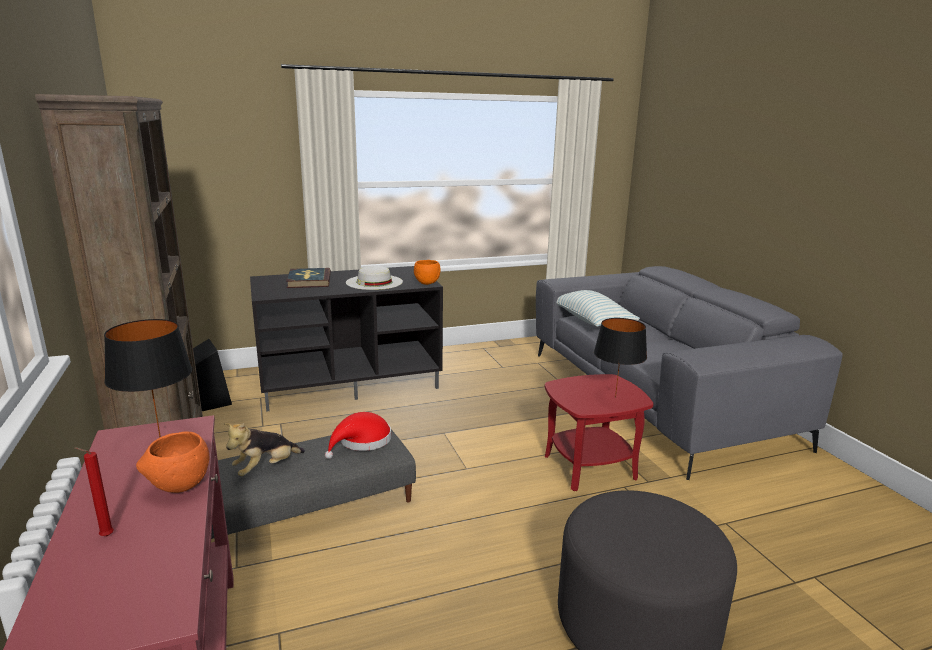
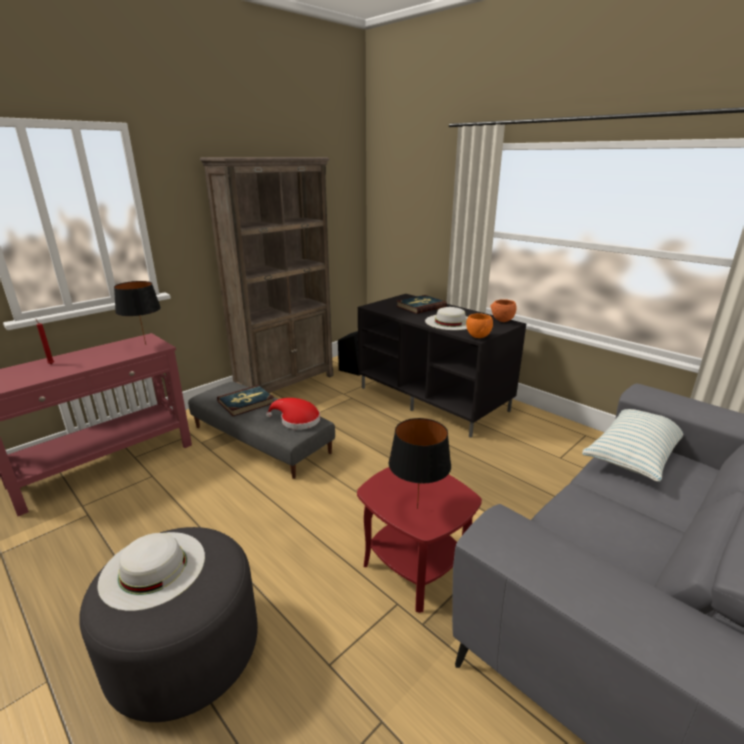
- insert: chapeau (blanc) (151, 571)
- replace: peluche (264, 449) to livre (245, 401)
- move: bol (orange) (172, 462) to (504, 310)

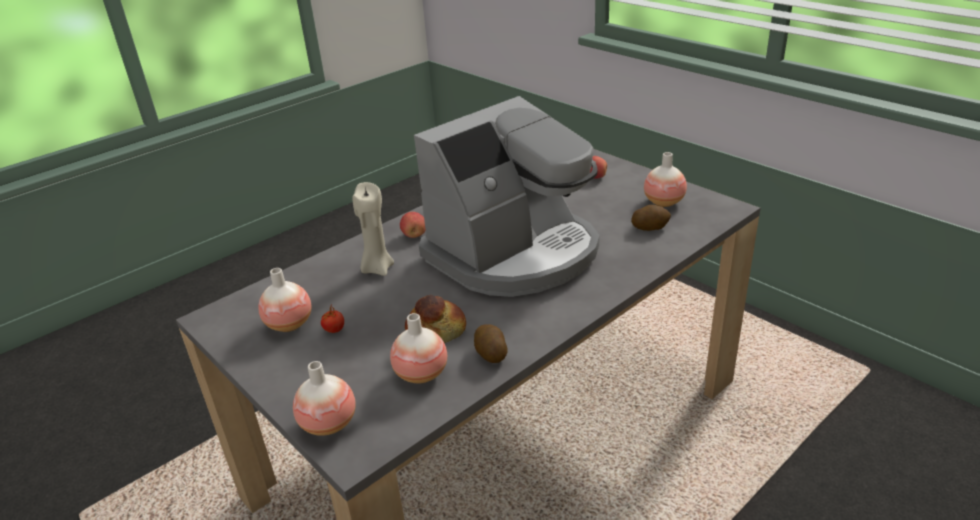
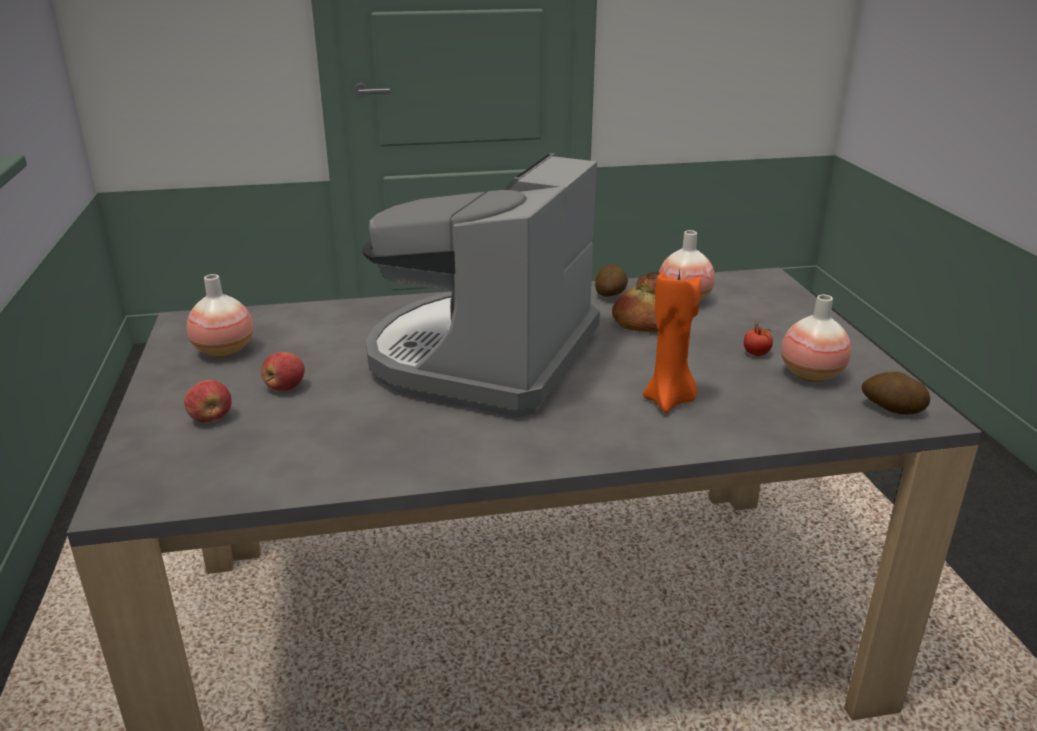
- move: pomme (413, 225) to (283, 372)
- rotate: machine à café (506, 196) = (481, 285) 60 degrees counterclockwise
- recolor: bougie (beige) (373, 229) to bougie (orange) (672, 341)
- move: pomme de terre (651, 218) to (896, 393)
- delete: vase (324, 398)

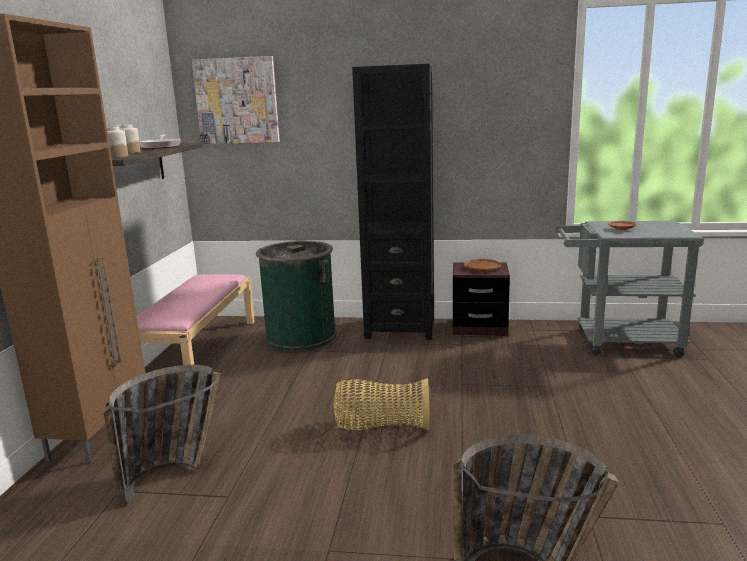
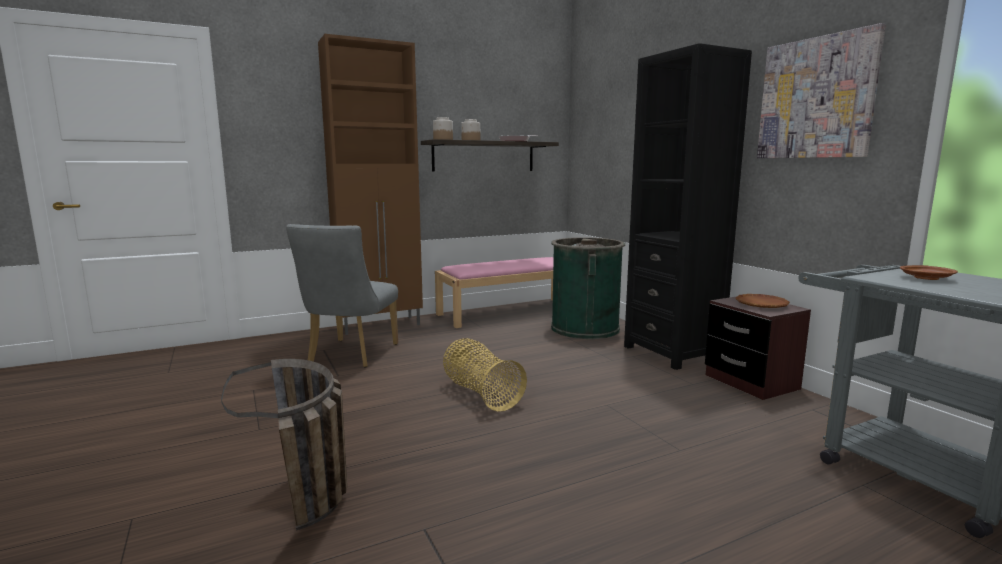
- replace: panier (162, 435) to chaise (gris) (342, 295)
- move: tableau (236, 100) to (821, 90)

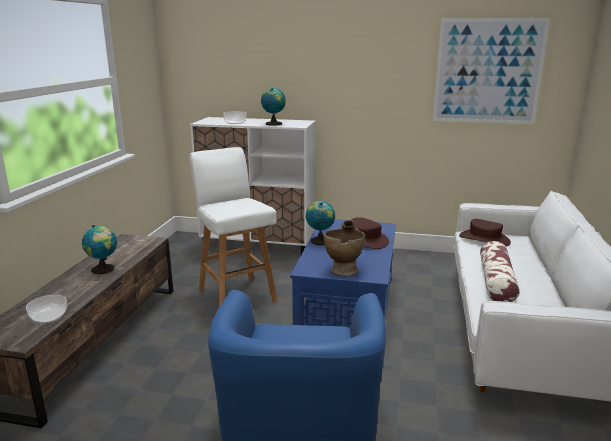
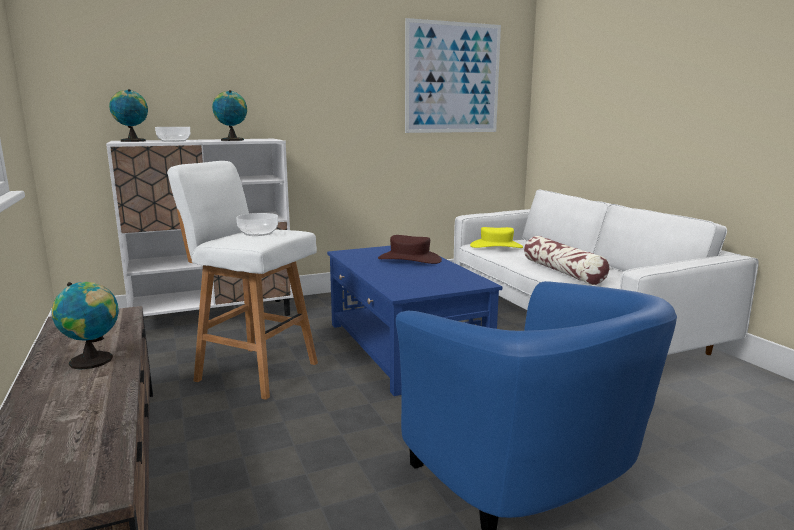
- move: globe (320, 223) to (128, 115)
- move: bol (46, 309) to (257, 224)
- recolor: chapeau (marron) (485, 233) to chapeau (jaune) (496, 237)
- delete: vase (beige) (344, 248)

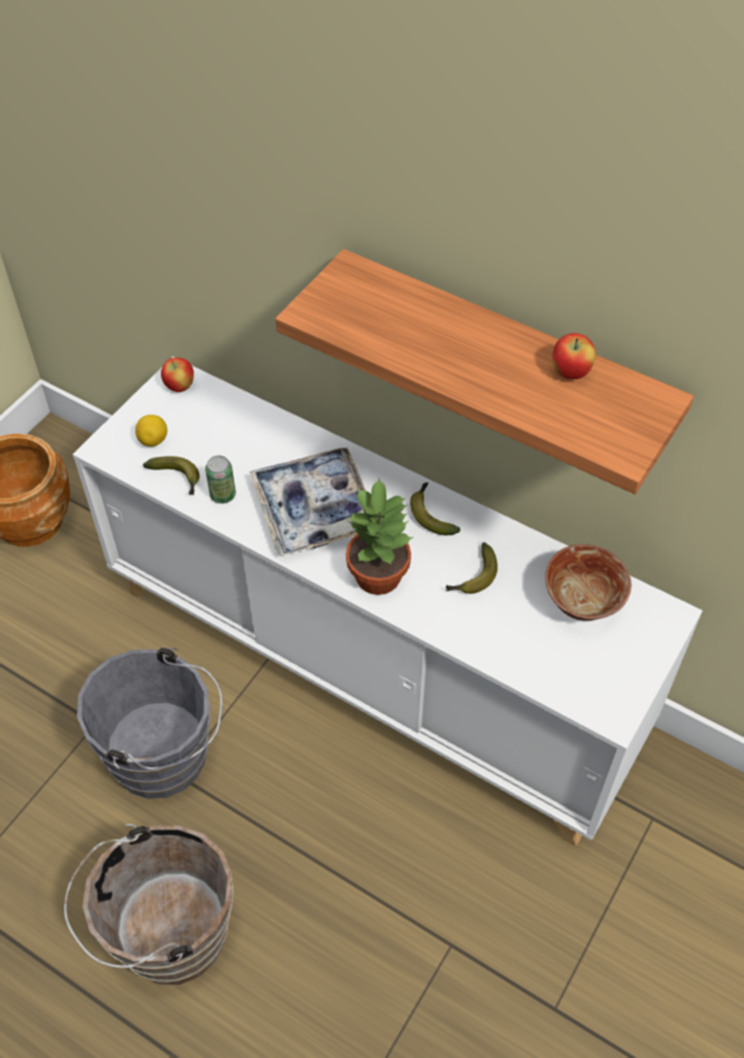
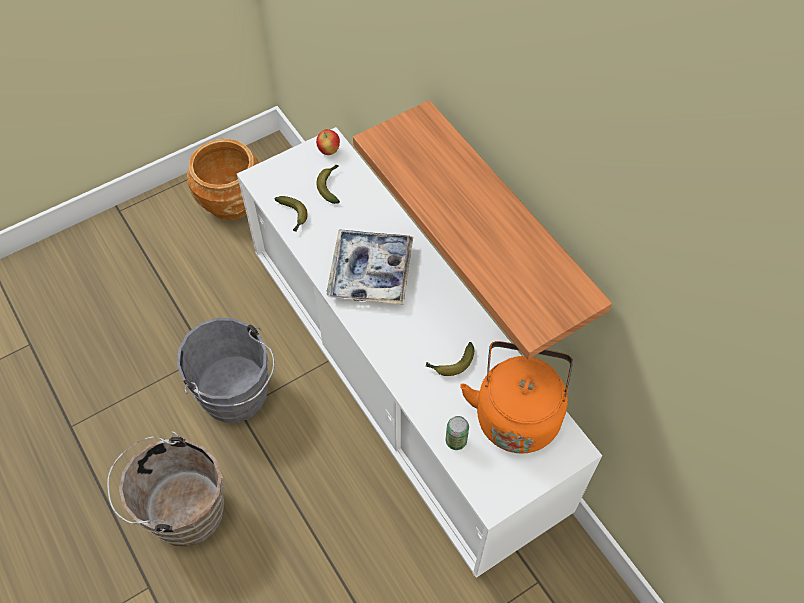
- move: banane (435, 508) to (328, 184)
- move: boîte métallique (220, 479) to (457, 433)
- replace: bol (588, 582) to bouilloire (orange) (516, 397)
- delete: citron (151, 431)
- delete: plante en pot (380, 536)
- delete: pomme (574, 356)

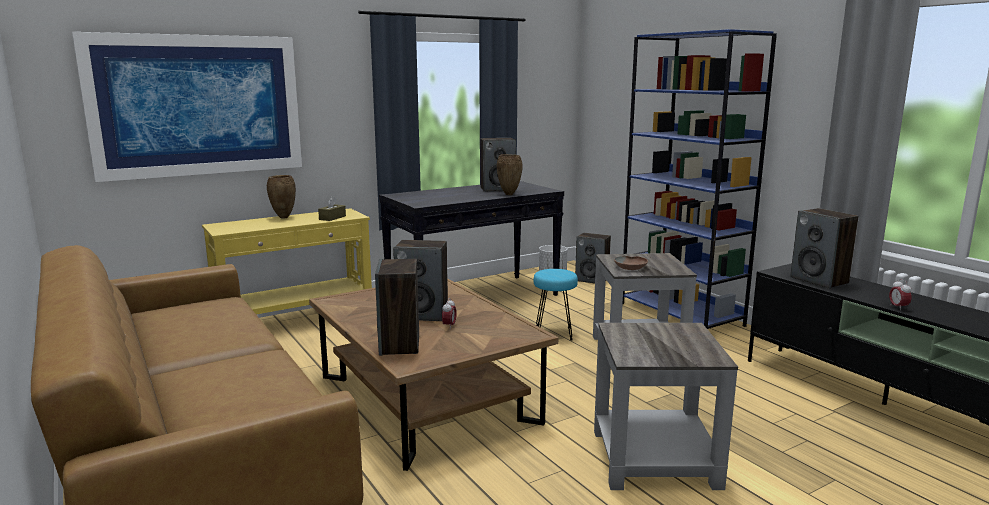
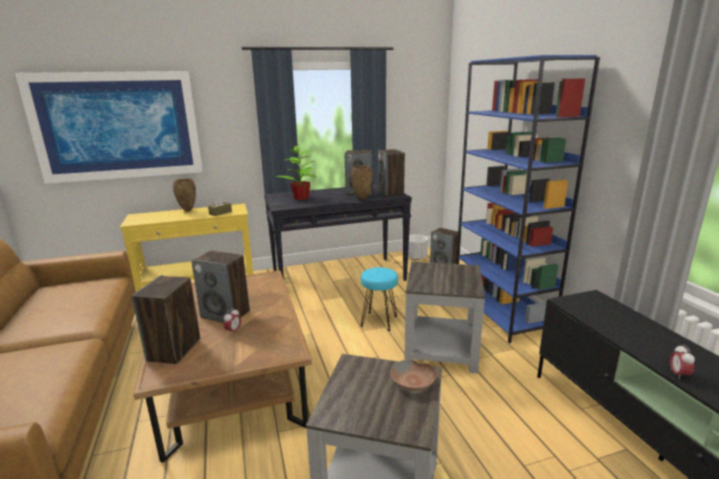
- insert: plante en pot (296, 173)
- move: enceinte (824, 248) to (391, 172)
- move: bol (marron) (631, 263) to (413, 375)

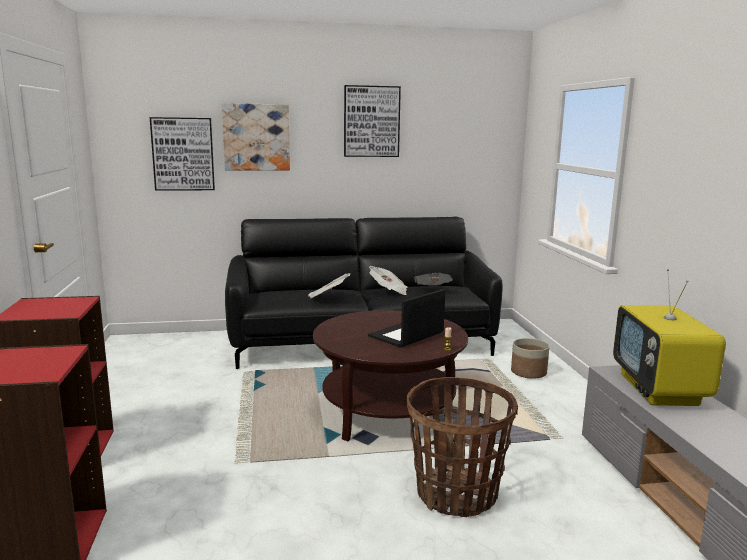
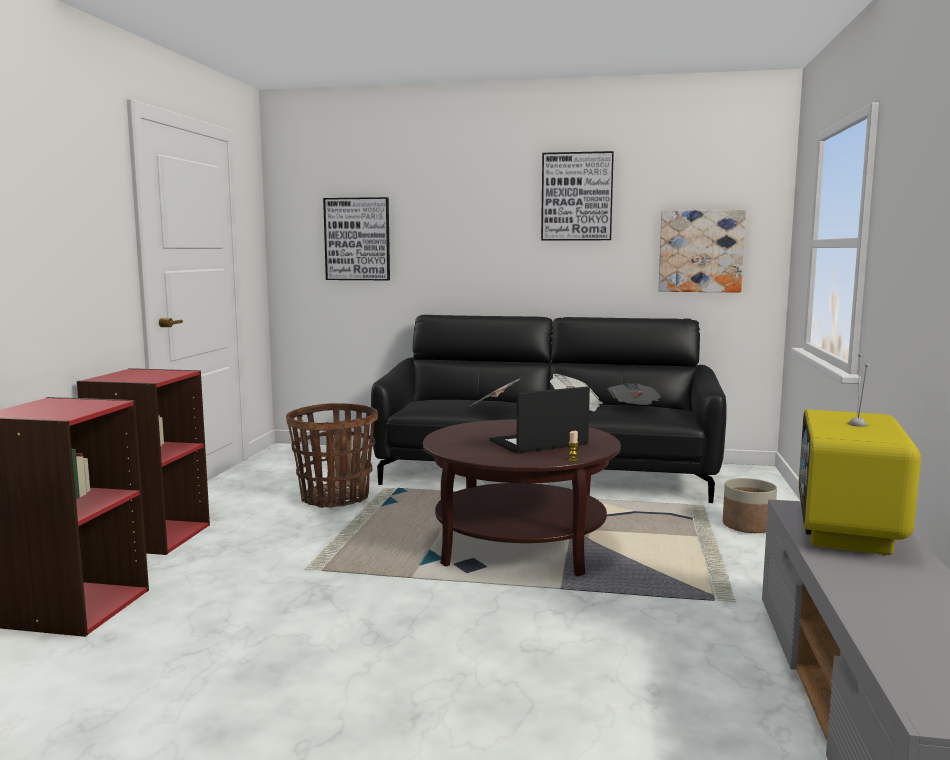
- move: panier (462, 447) to (332, 455)
- move: tableau (256, 137) to (702, 251)

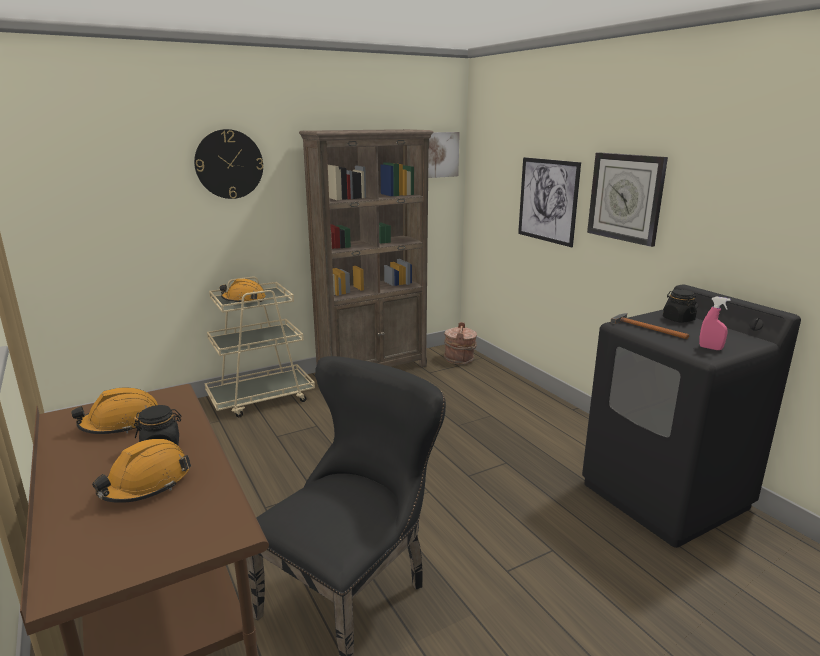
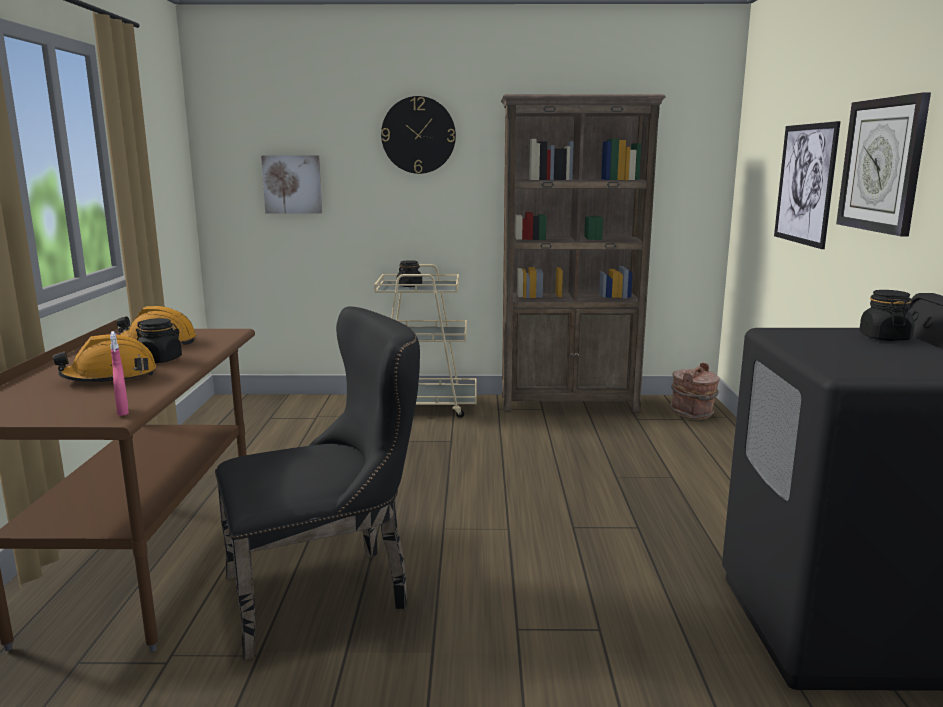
- move: vaporisateur (rose) (715, 323) to (119, 373)
- move: tableau (444, 155) to (291, 184)
- replace: casque de chantier (orange) (243, 290) to bocal (noir) (409, 273)
- delete: marteau (650, 326)

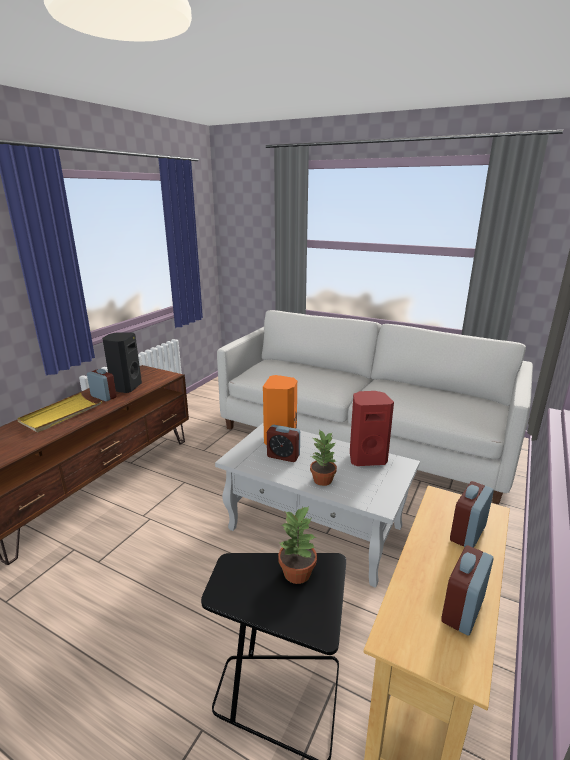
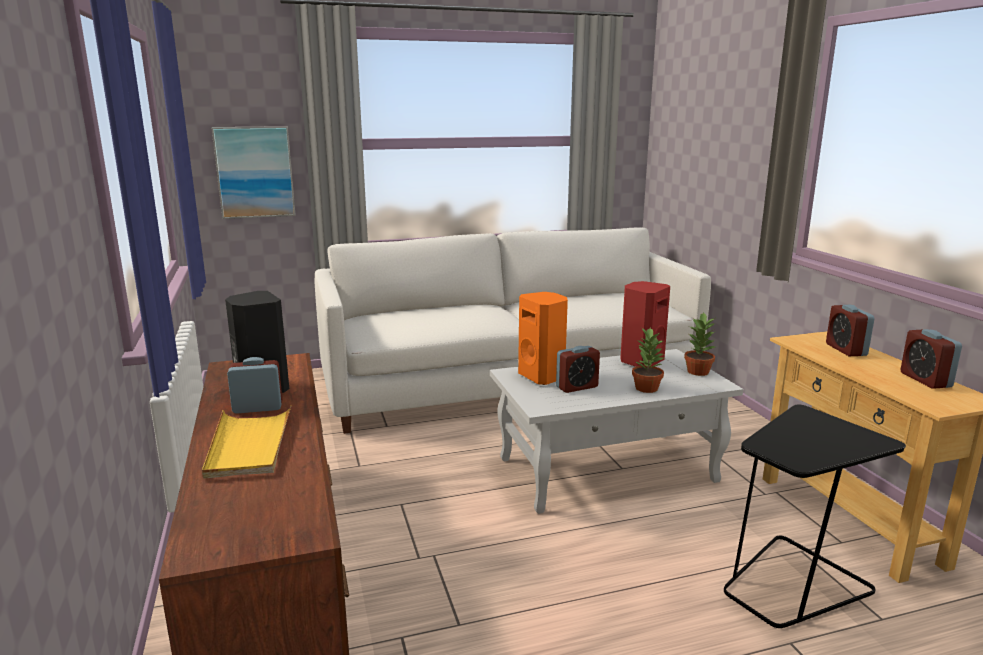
- insert: tableau (253, 172)
- move: plante en pot (297, 545) to (700, 344)

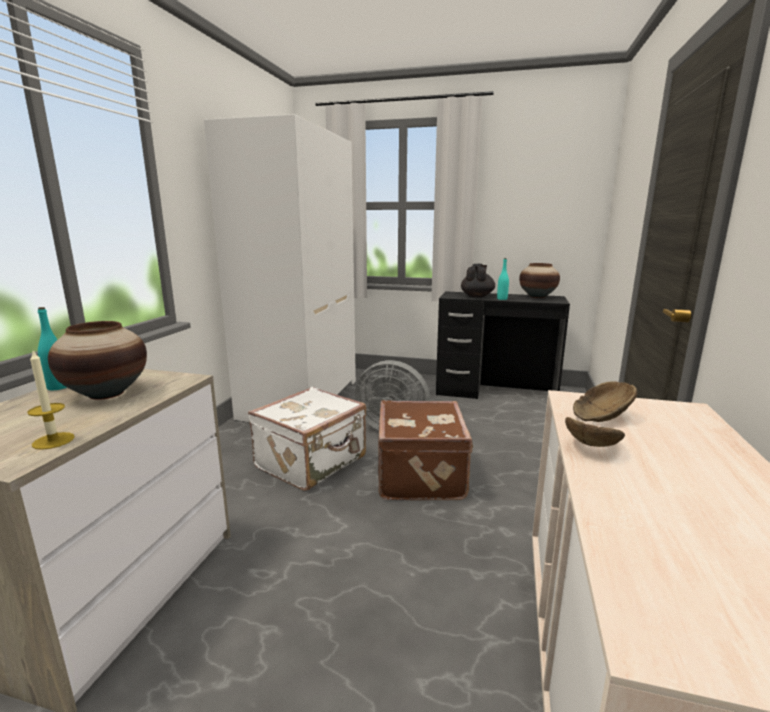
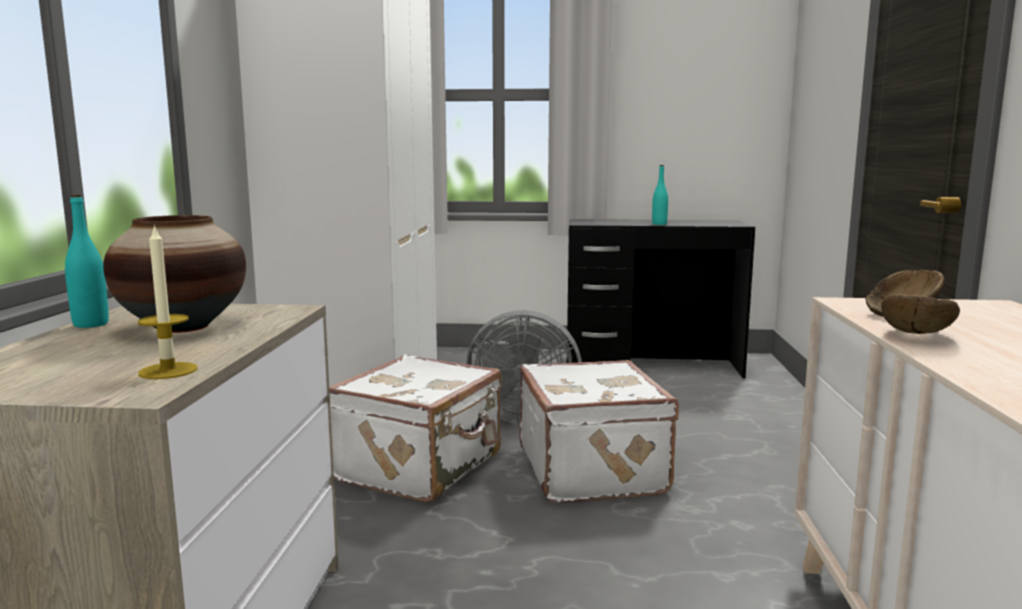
- recolor: valise (marron) (426, 450) to valise (blanc) (599, 431)
- delete: théière (noir) (478, 280)
- delete: vase (539, 280)

